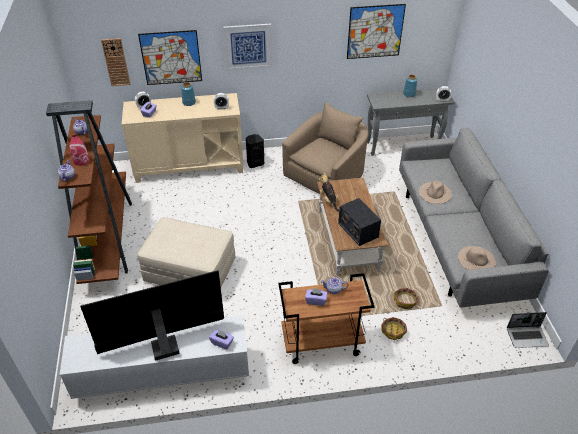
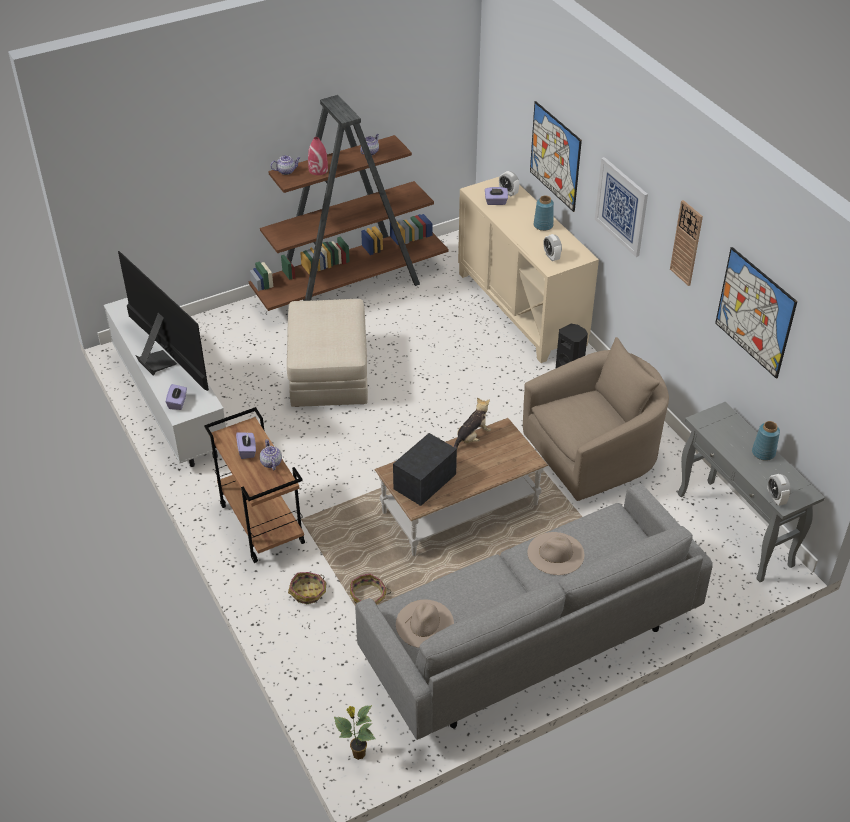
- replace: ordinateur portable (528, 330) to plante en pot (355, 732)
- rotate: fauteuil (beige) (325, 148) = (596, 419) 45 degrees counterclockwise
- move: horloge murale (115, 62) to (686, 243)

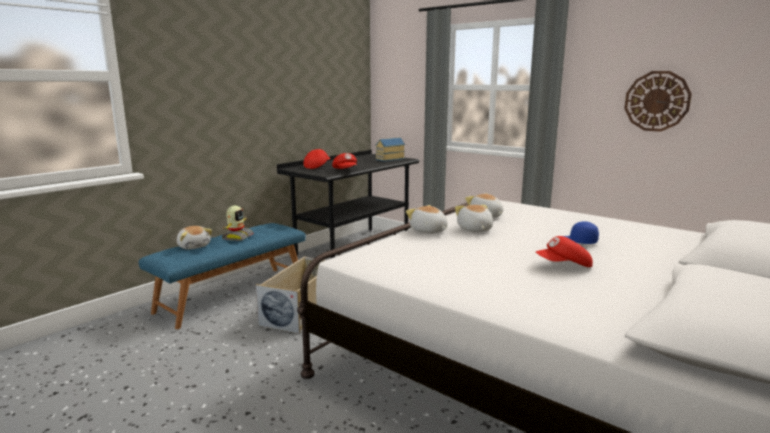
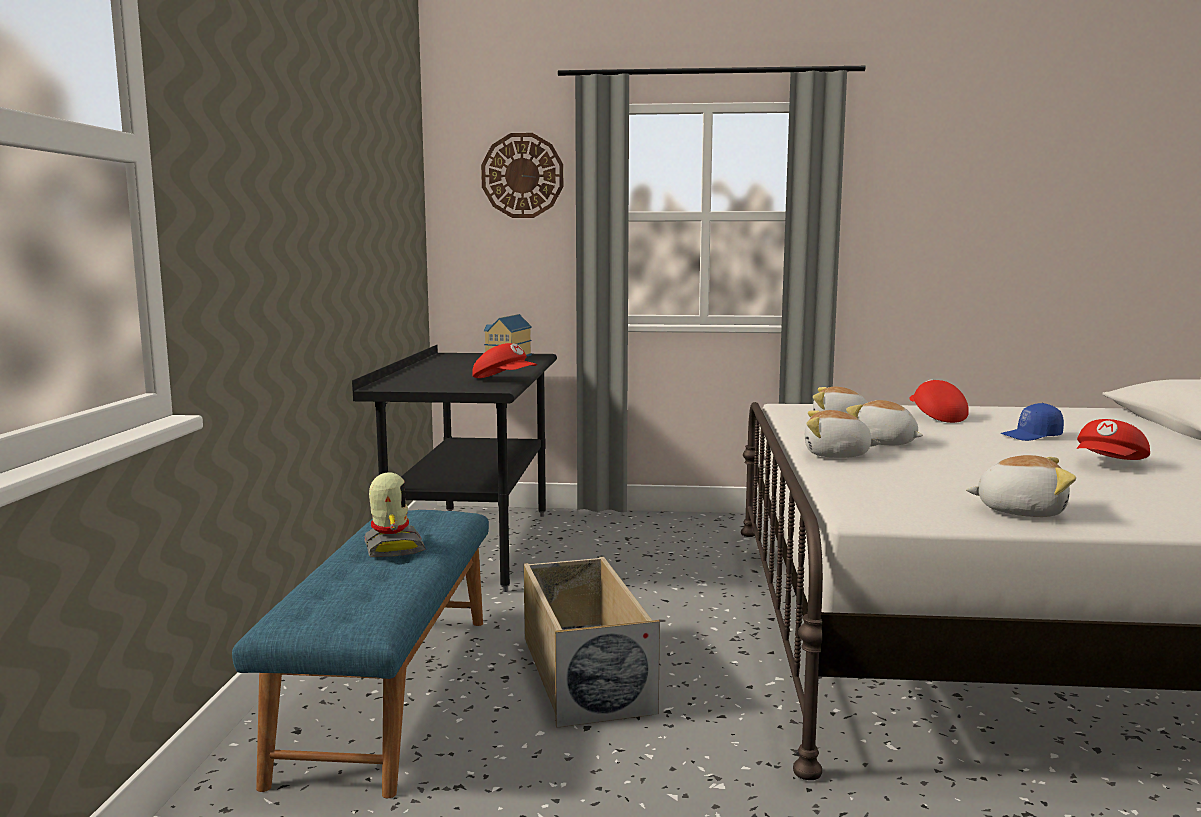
- move: horloge murale (658, 101) to (522, 175)
- move: casquette (rouge) (317, 159) to (939, 401)
- move: peluche (194, 238) to (1021, 486)

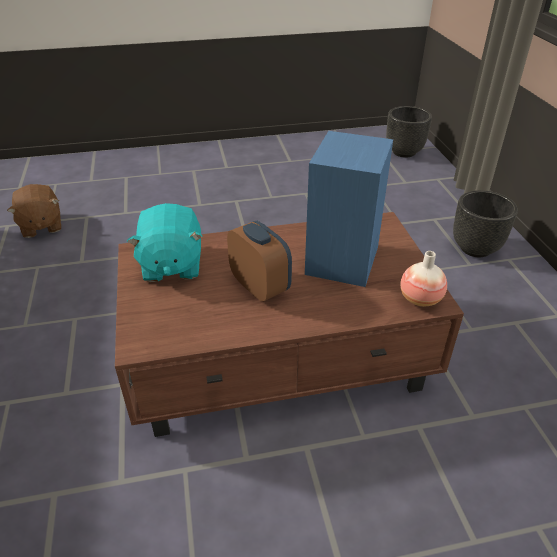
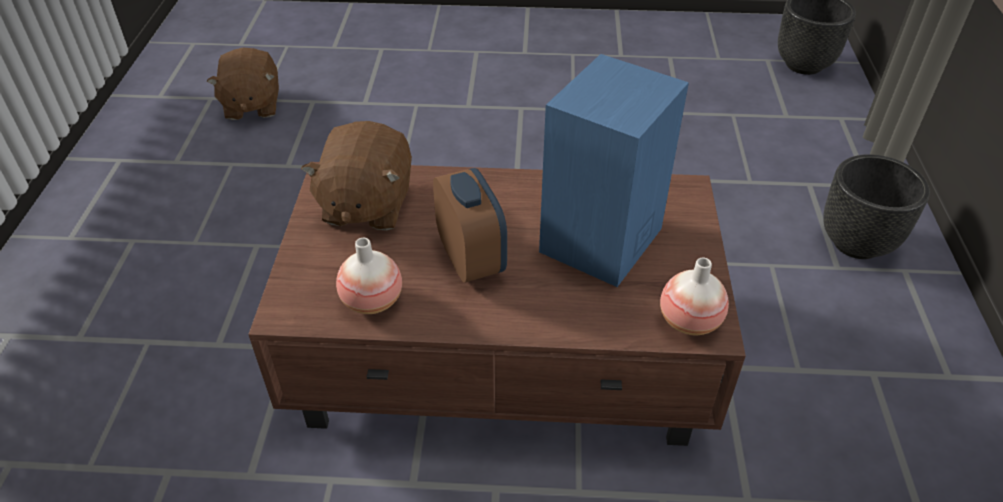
- recolor: peluche (turquoise) (165, 242) to peluche (marron) (356, 176)
- insert: vase (369, 276)

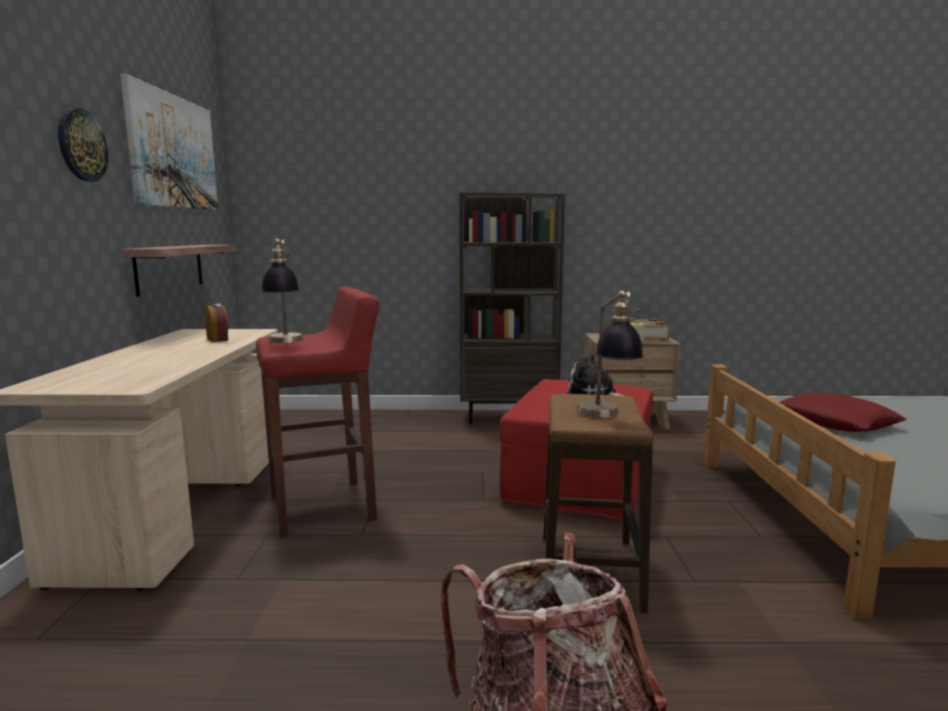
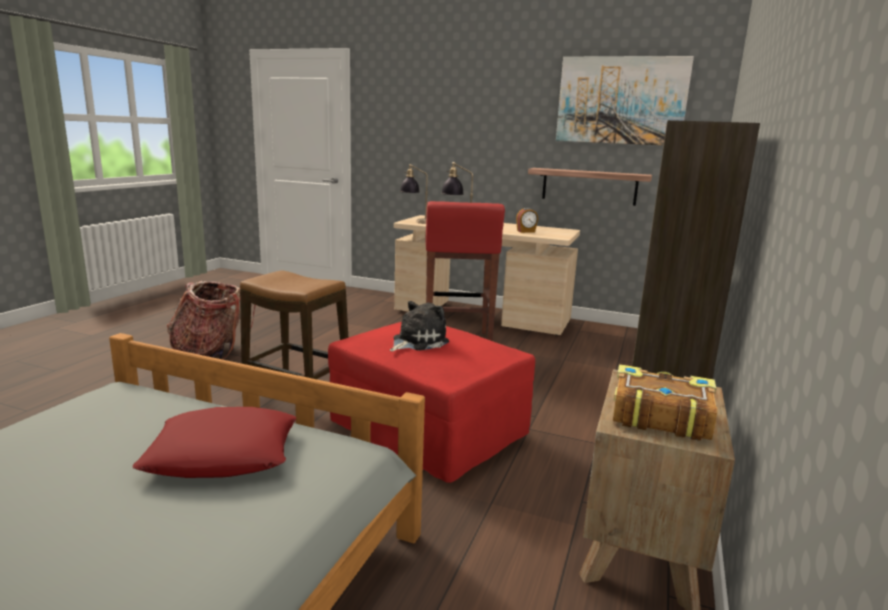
- move: lampe de table (610, 354) to (414, 194)
- delete: horloge murale (83, 145)

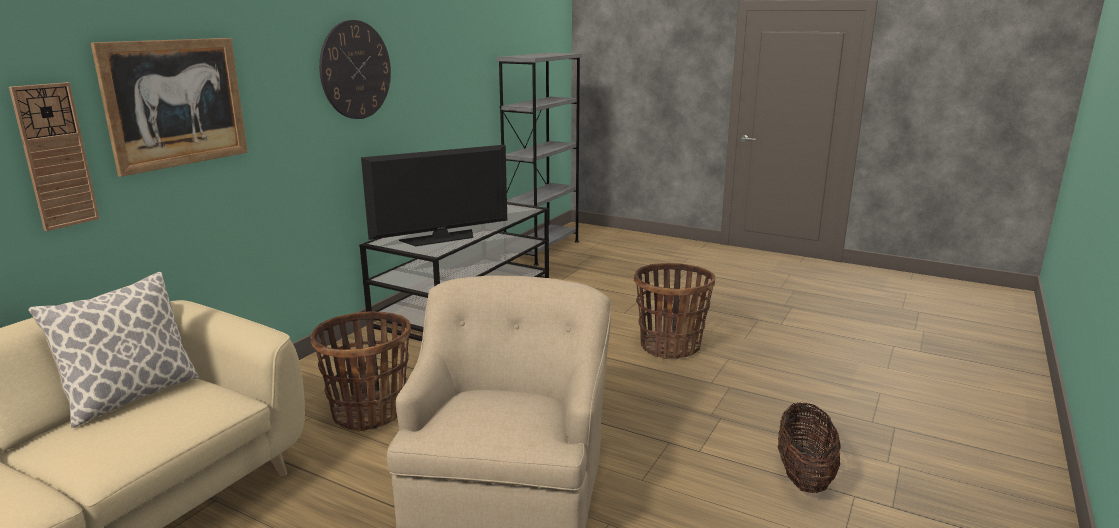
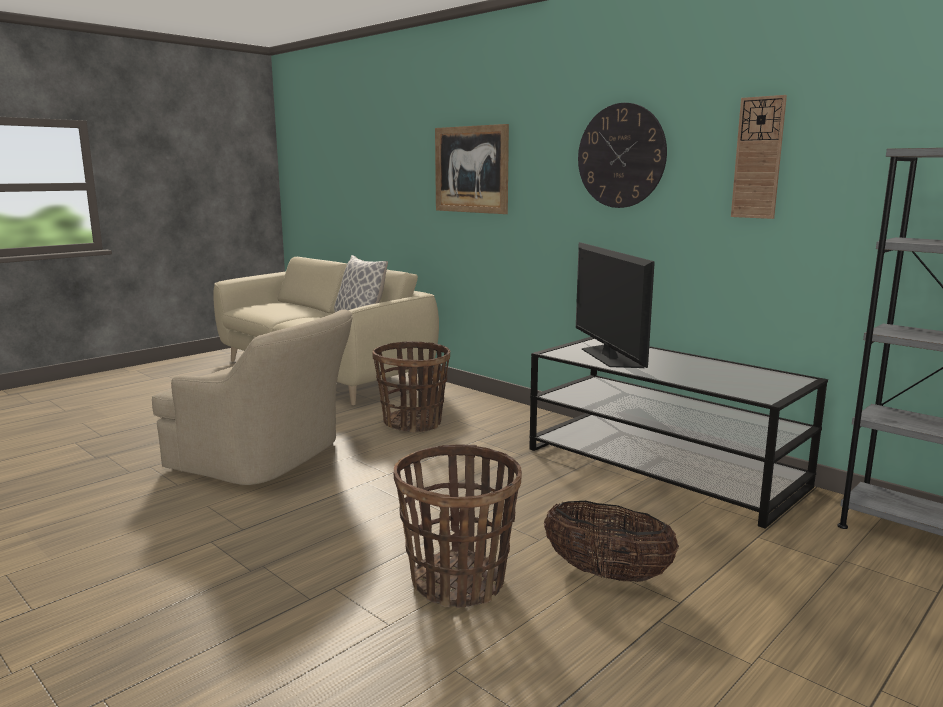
- move: panier (809, 447) to (611, 541)
- move: horloge murale (54, 156) to (759, 157)

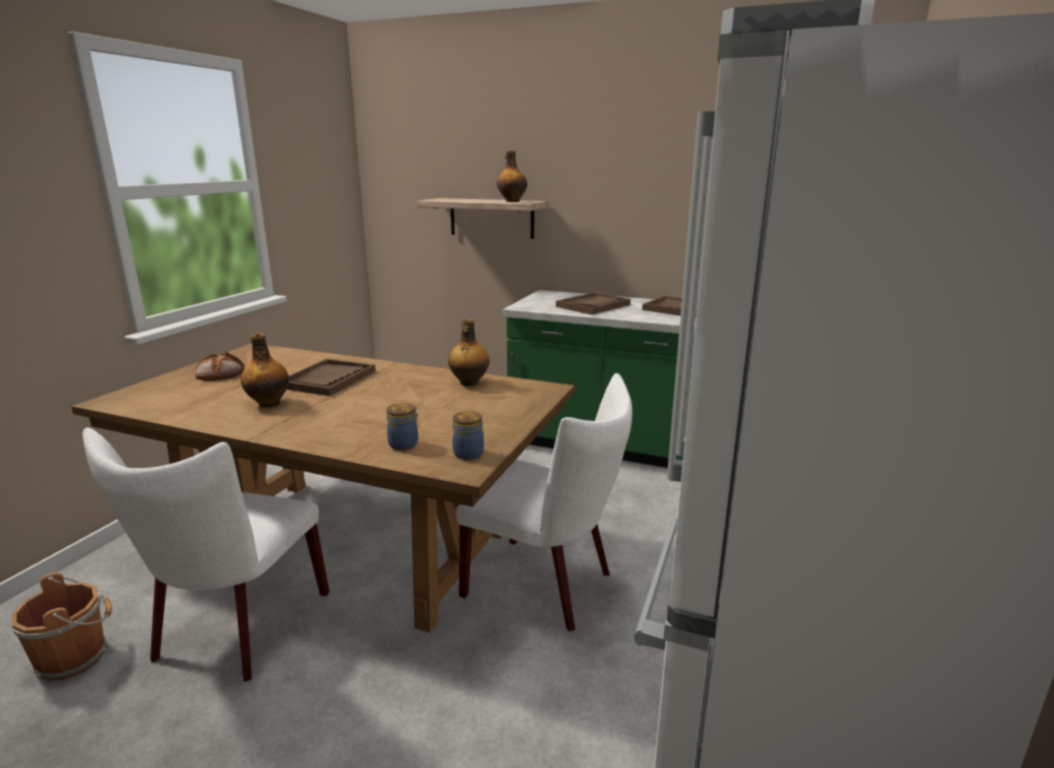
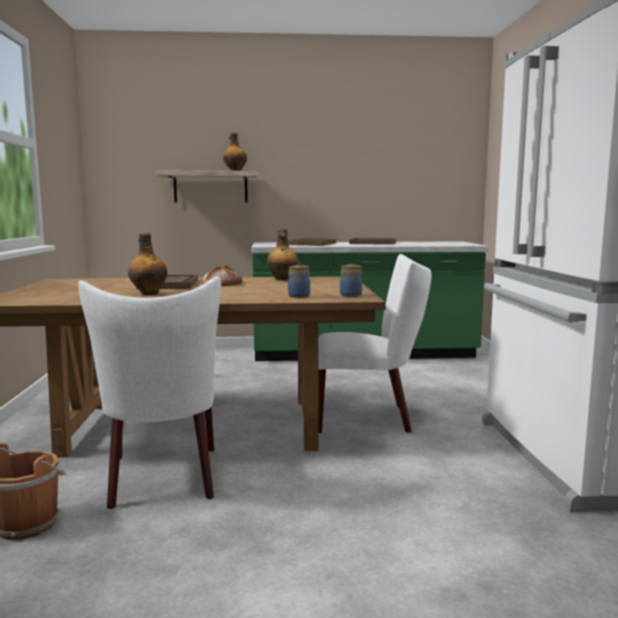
- move: pain (220, 366) to (222, 275)

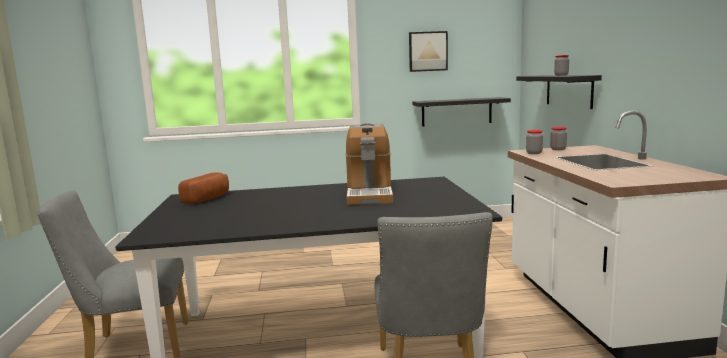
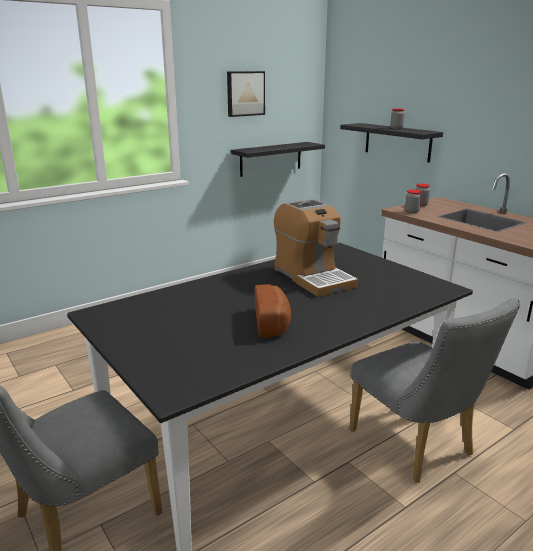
- move: pain (203, 188) to (273, 311)

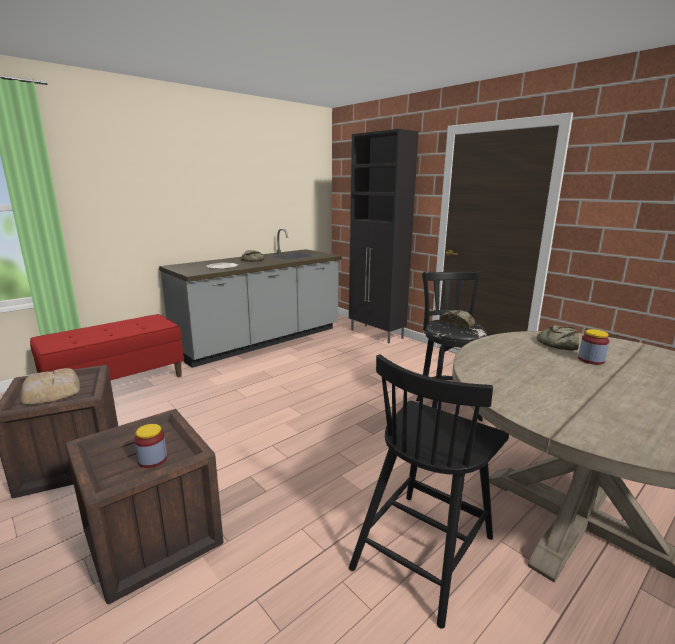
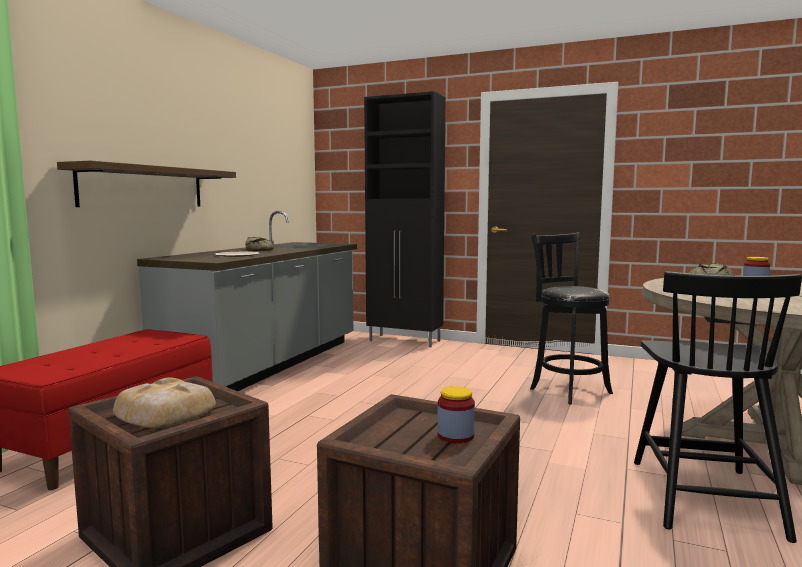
- insert: étagère (146, 184)
- delete: pain (457, 319)

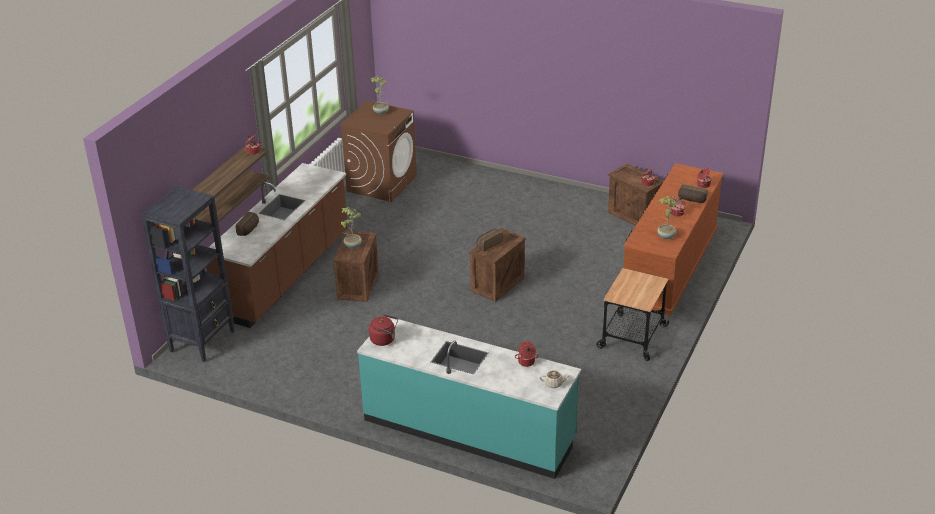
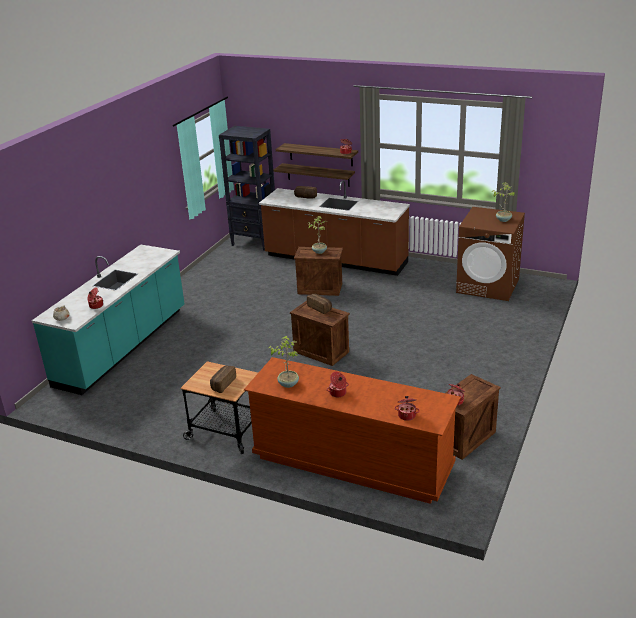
- move: pain (693, 193) to (223, 379)
- delete: bouilloire (rouge) (383, 330)

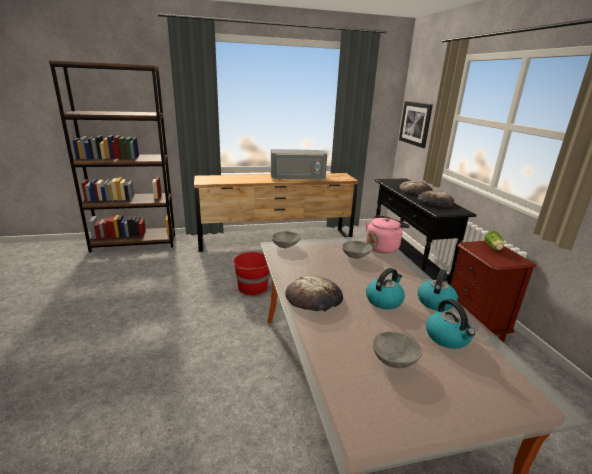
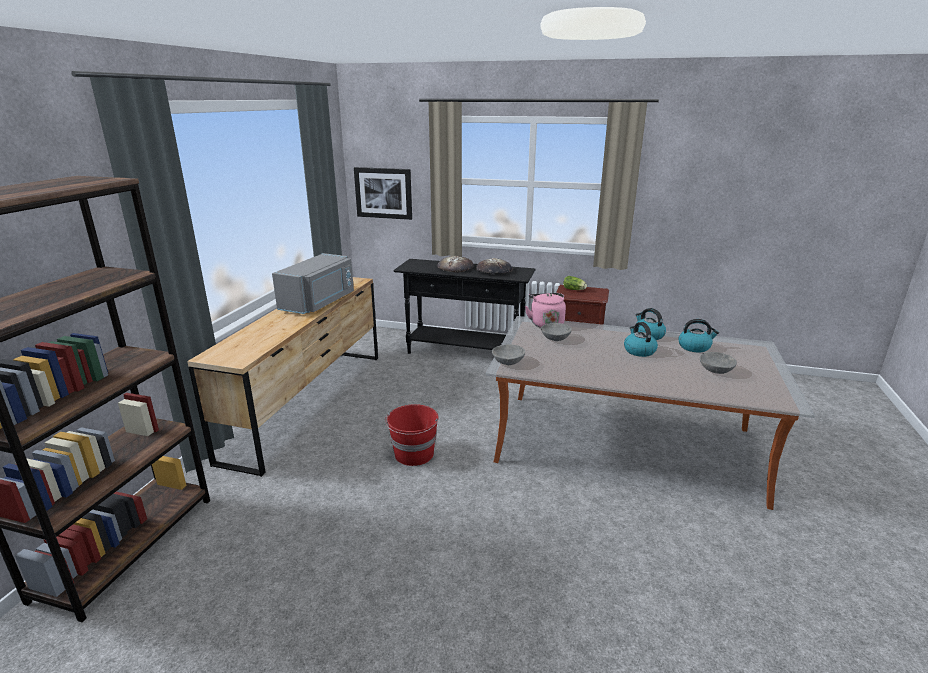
- delete: pain (314, 294)

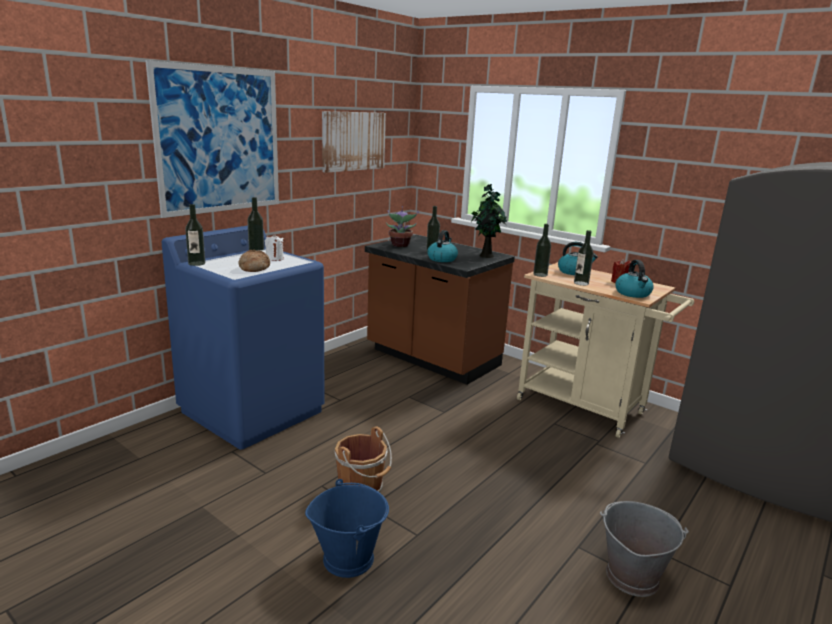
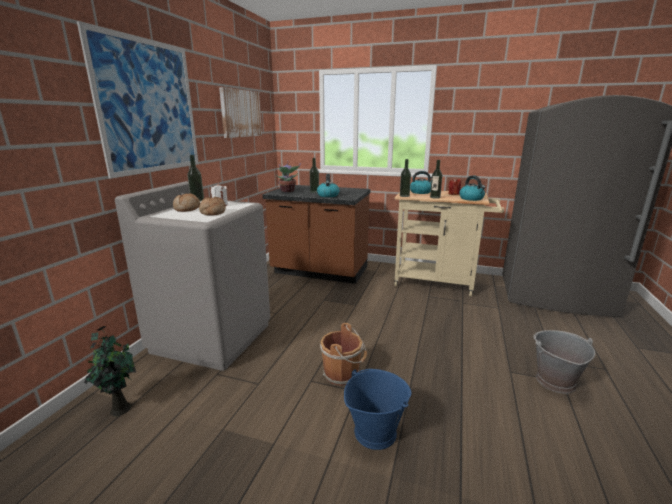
- move: plante en pot (489, 221) to (110, 371)
- recolor: lave-linge (bleu) (243, 338) to lave-linge (gris) (192, 276)
- insert: pain (186, 202)
- delete: bouteille (195, 235)

